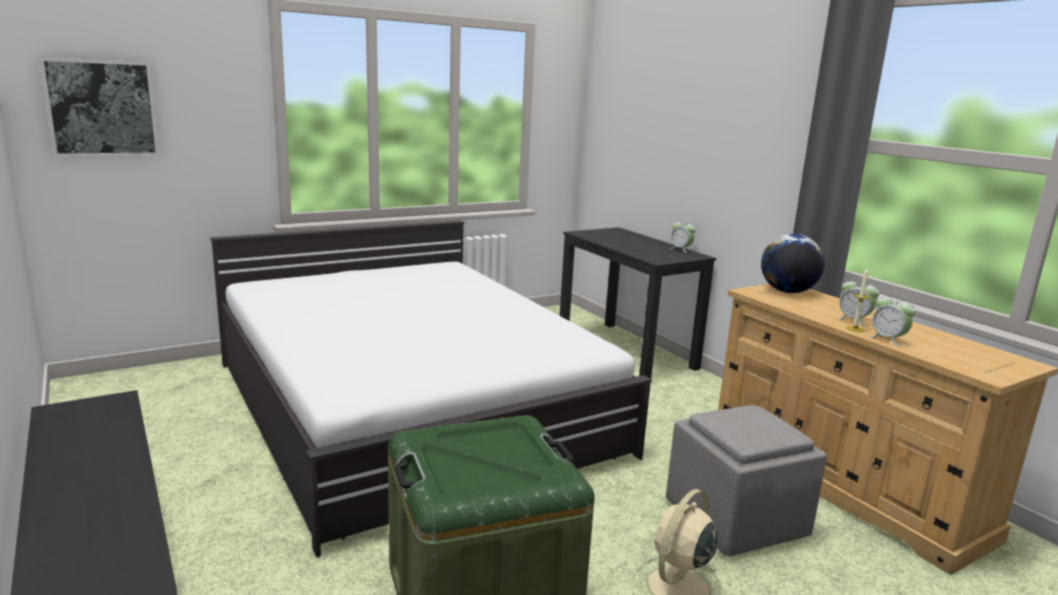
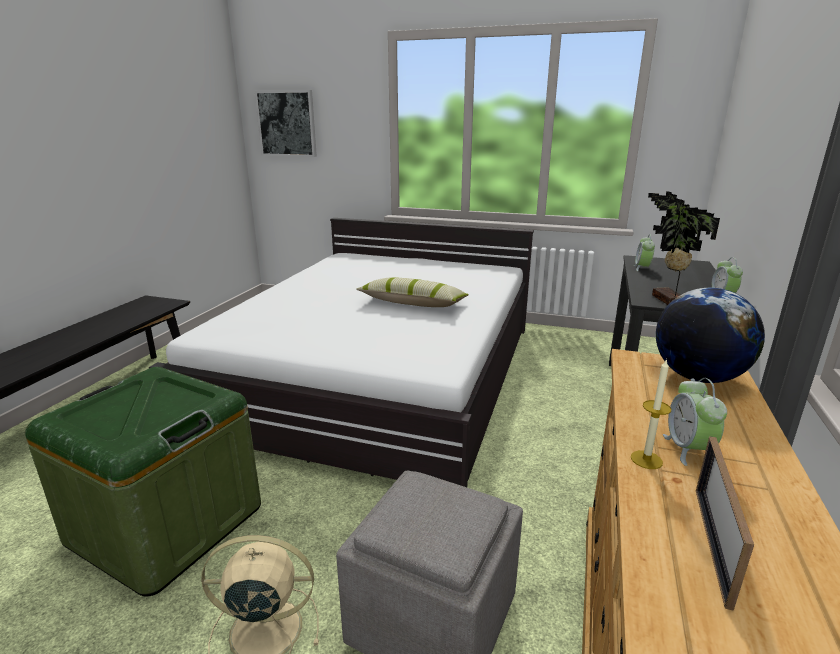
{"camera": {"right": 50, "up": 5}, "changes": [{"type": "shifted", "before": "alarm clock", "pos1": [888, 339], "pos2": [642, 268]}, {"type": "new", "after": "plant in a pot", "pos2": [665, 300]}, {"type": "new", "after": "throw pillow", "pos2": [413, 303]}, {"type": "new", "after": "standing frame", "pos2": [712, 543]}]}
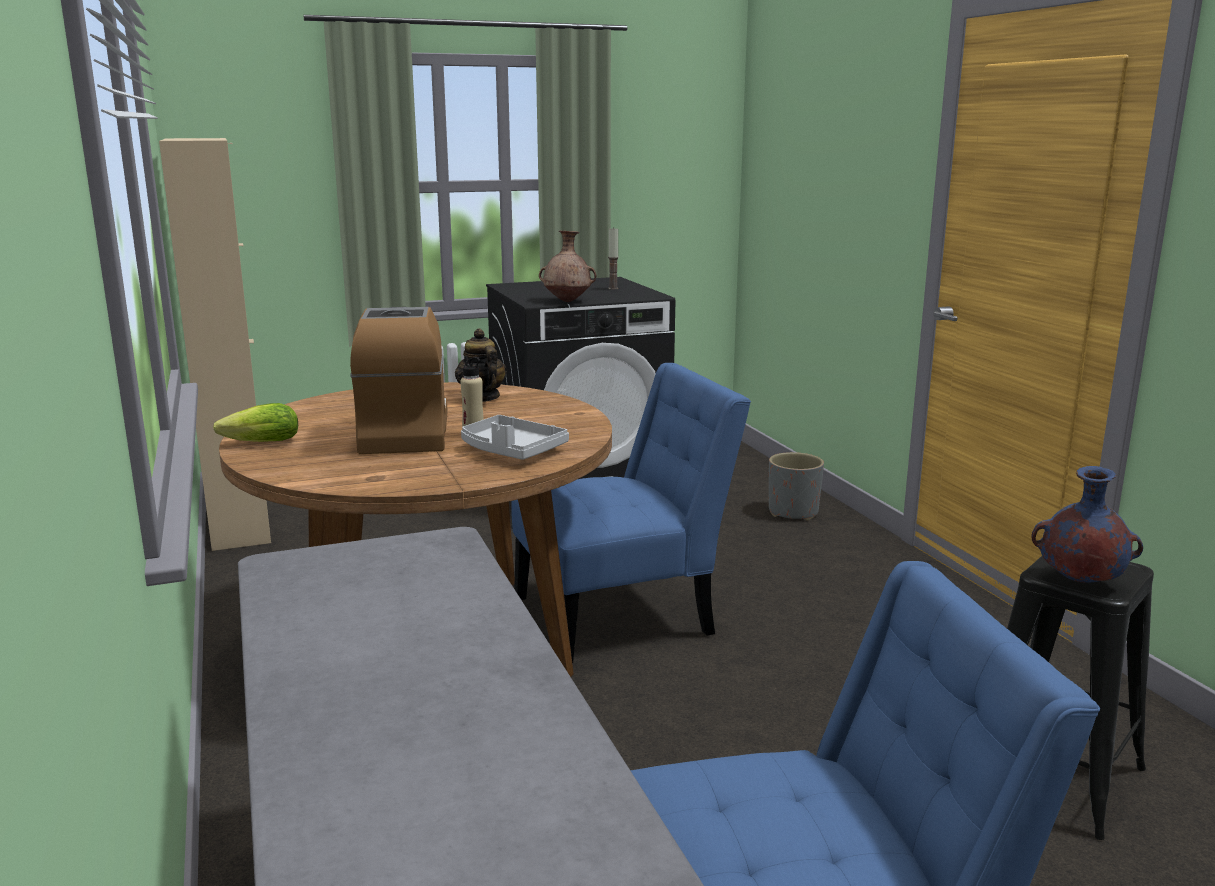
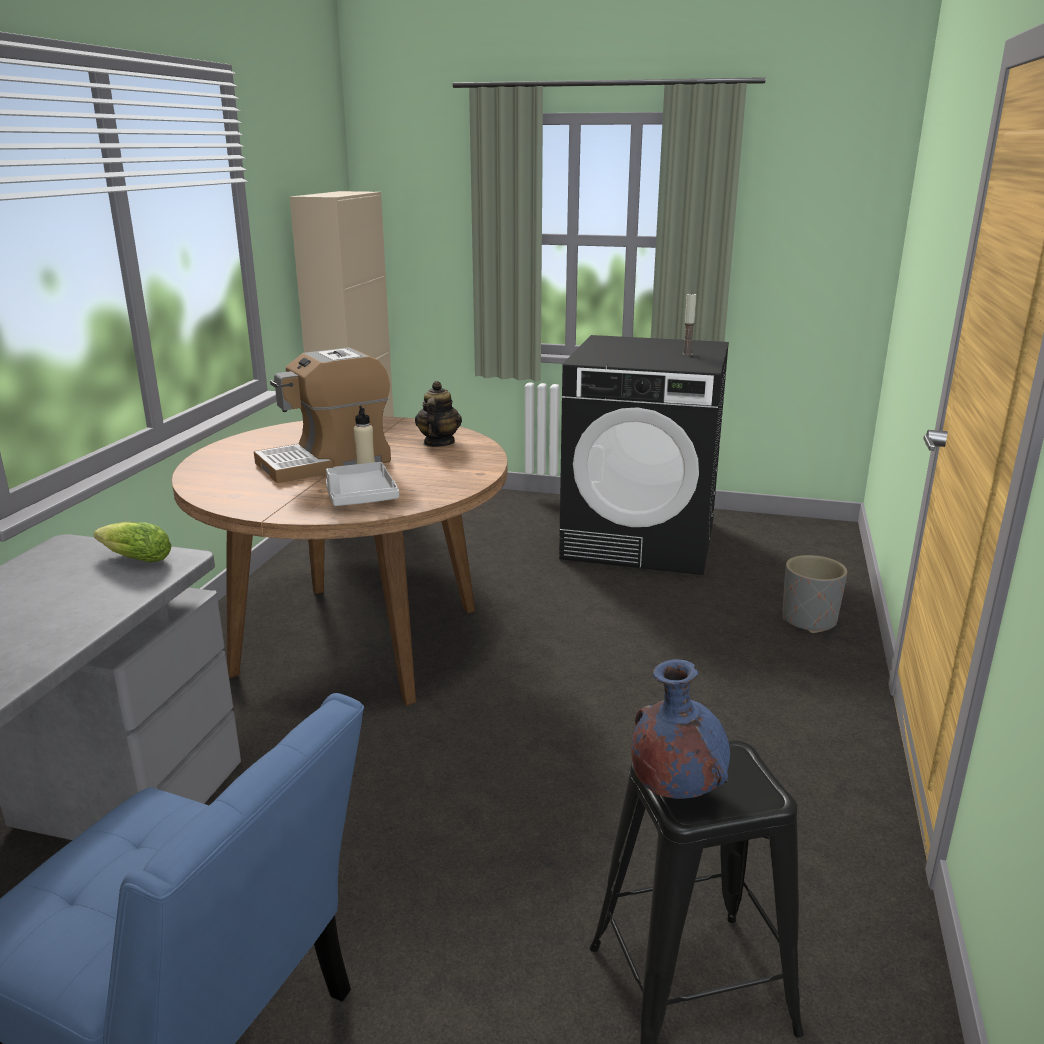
{"camera": {"right": 35, "up": 5}, "changes": [{"type": "gone", "before": "brownish flower vase", "pos1": [568, 301]}, {"type": "rotated", "before": "coffee brewer", "pos1": [405, 433], "pos2": [326, 462], "turn": -150}, {"type": "gone", "before": "bluish chair", "pos1": [623, 614]}, {"type": "shifted", "before": "lettuce", "pos1": [258, 443], "pos2": [133, 559]}]}
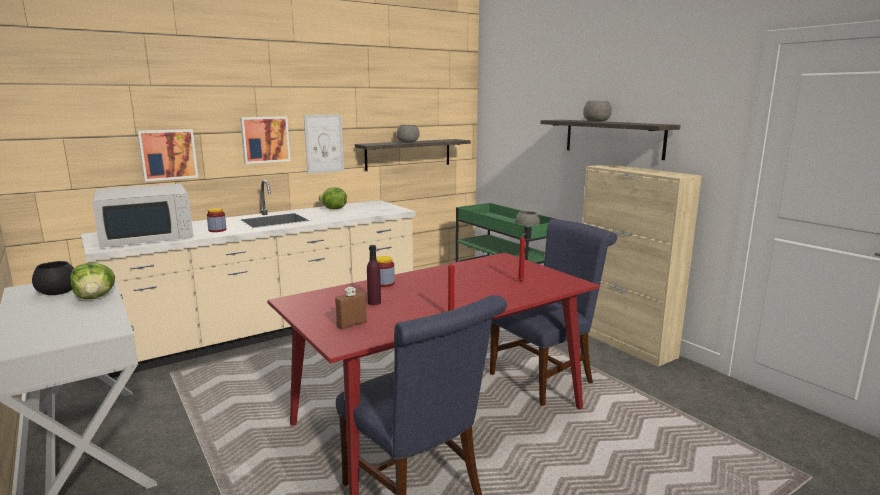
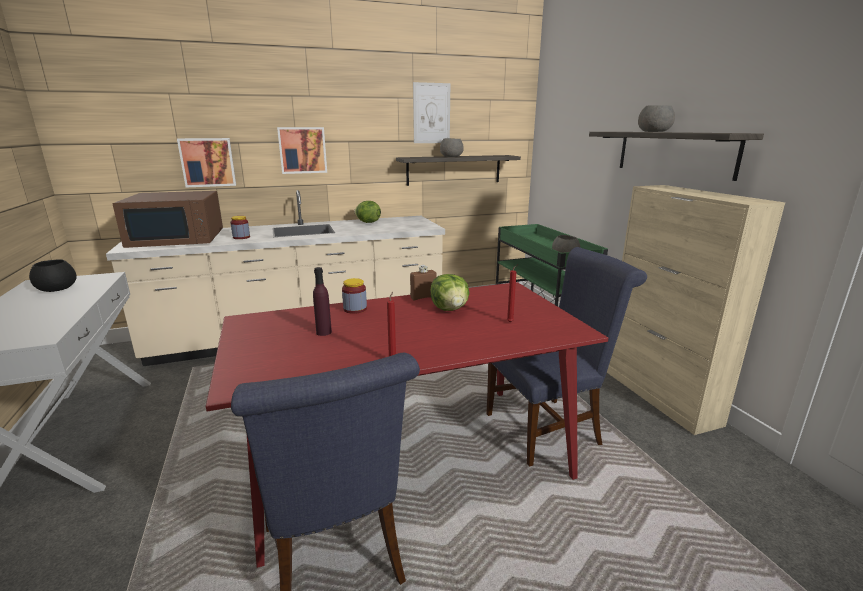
{"camera": {"right": 15, "up": 5}, "changes": [{"type": "shifted", "before": "wall art", "pos1": [324, 143], "pos2": [431, 113]}, {"type": "repainted", "before": "whitish microwave", "after": "brownish microwave", "pos1": [148, 235], "pos2": [178, 239]}, {"type": "shifted", "before": "lettuce", "pos1": [95, 297], "pos2": [450, 309]}, {"type": "shifted", "before": "brownish drink bottle", "pos1": [351, 324], "pos2": [423, 297]}]}
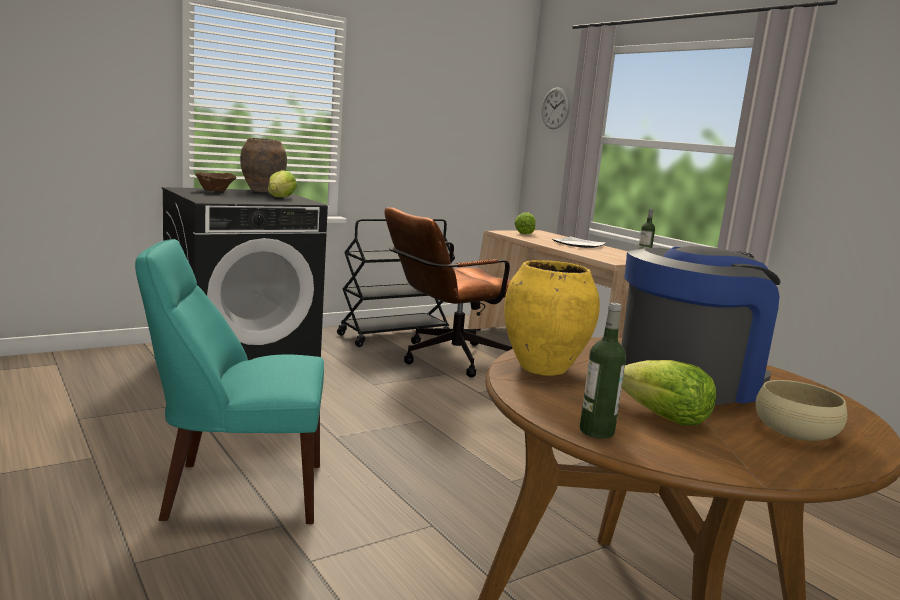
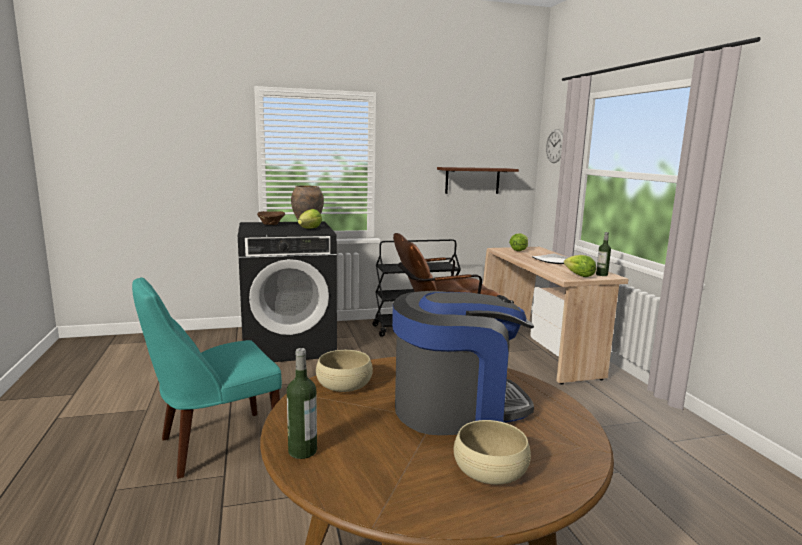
{"camera": {"right": 20, "up": 0}, "changes": [{"type": "rotated", "before": "blue-green chair", "pos1": [237, 491], "pos2": [215, 444], "turn": -45}, {"type": "swapped", "before": "yellow-coloured flower vase", "after": "beige-coloured deep dish", "pos1": [542, 368], "pos2": [344, 385]}, {"type": "shifted", "before": "lettuce", "pos1": [664, 418], "pos2": [579, 275]}, {"type": "new", "after": "brownish shelf", "pos2": [472, 180]}]}
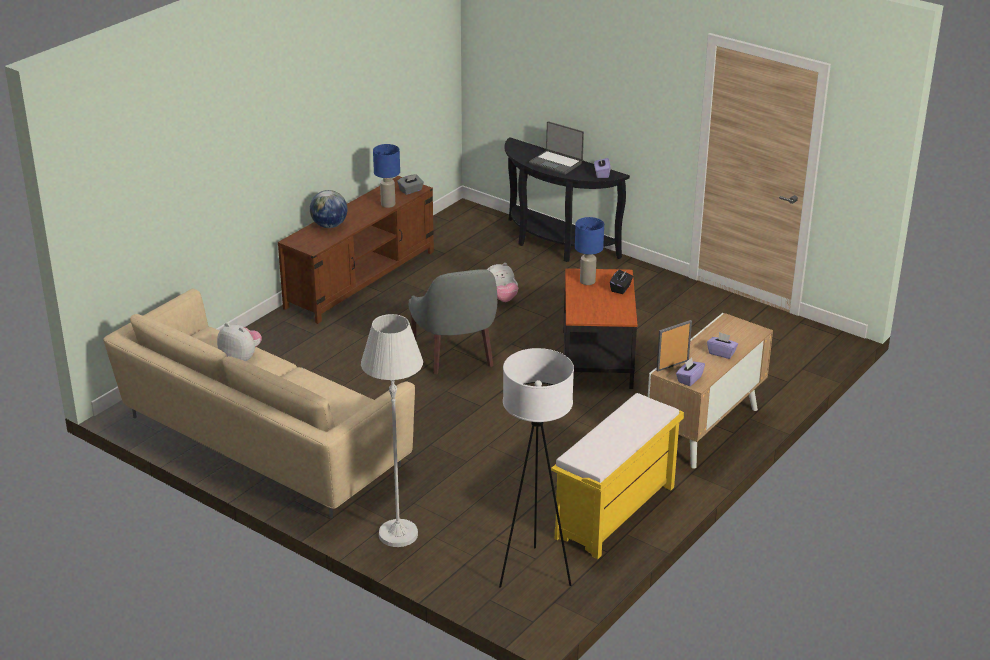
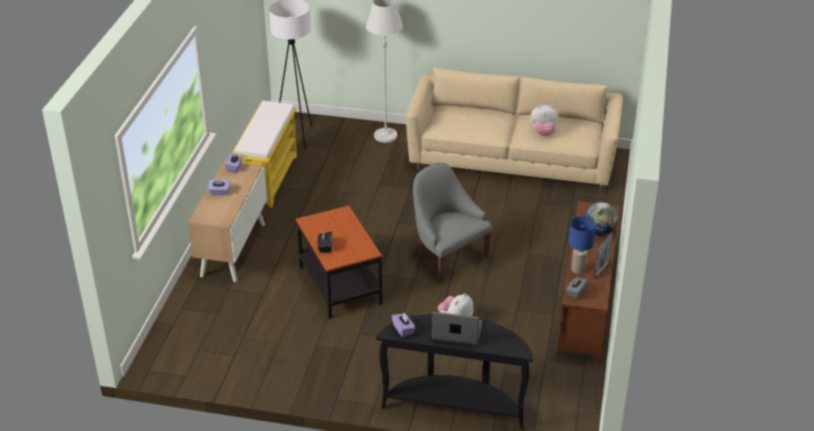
{"camera": {"right": 155, "up": 5}, "changes": [{"type": "gone", "before": "bluish table lamp", "pos1": [587, 281]}, {"type": "shifted", "before": "standing frame", "pos1": [672, 365], "pos2": [601, 270]}]}
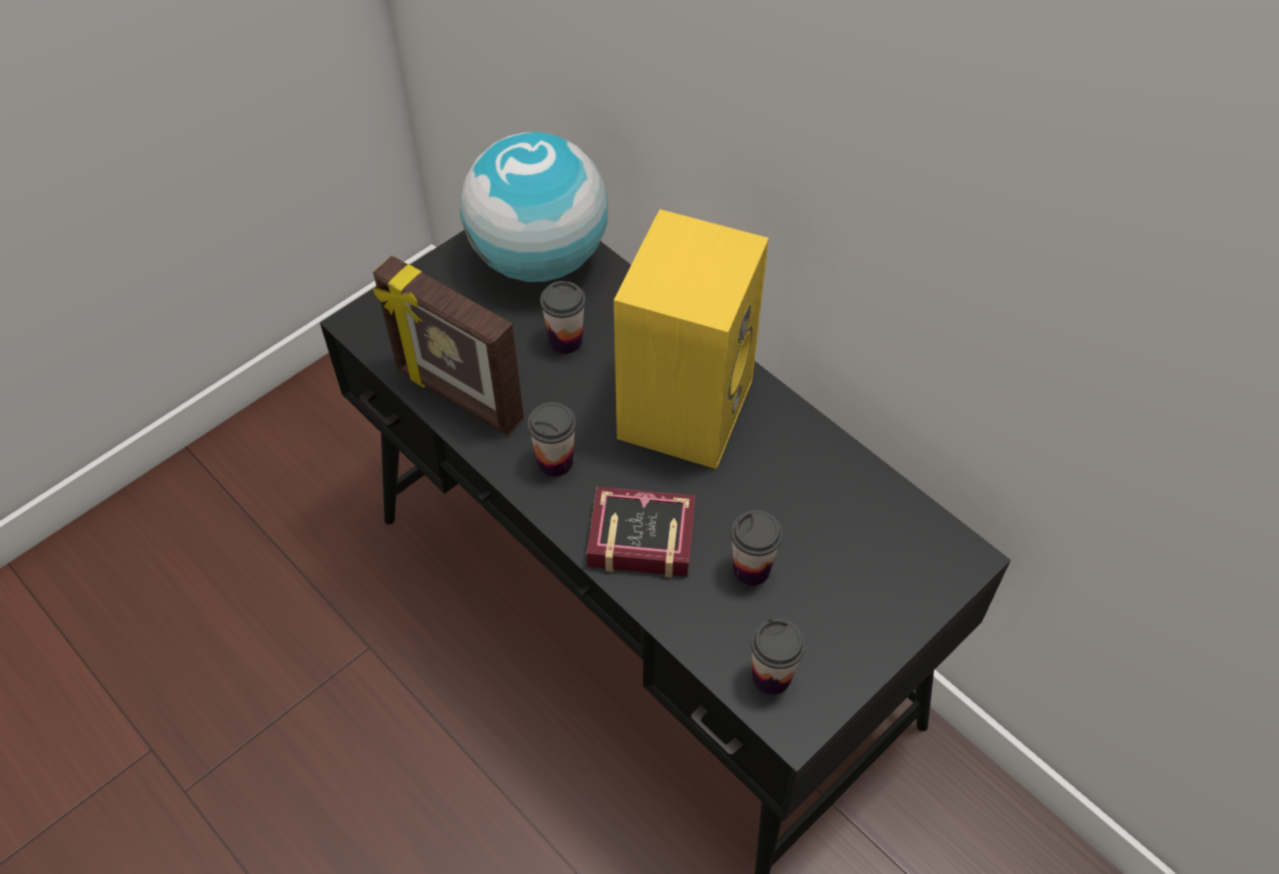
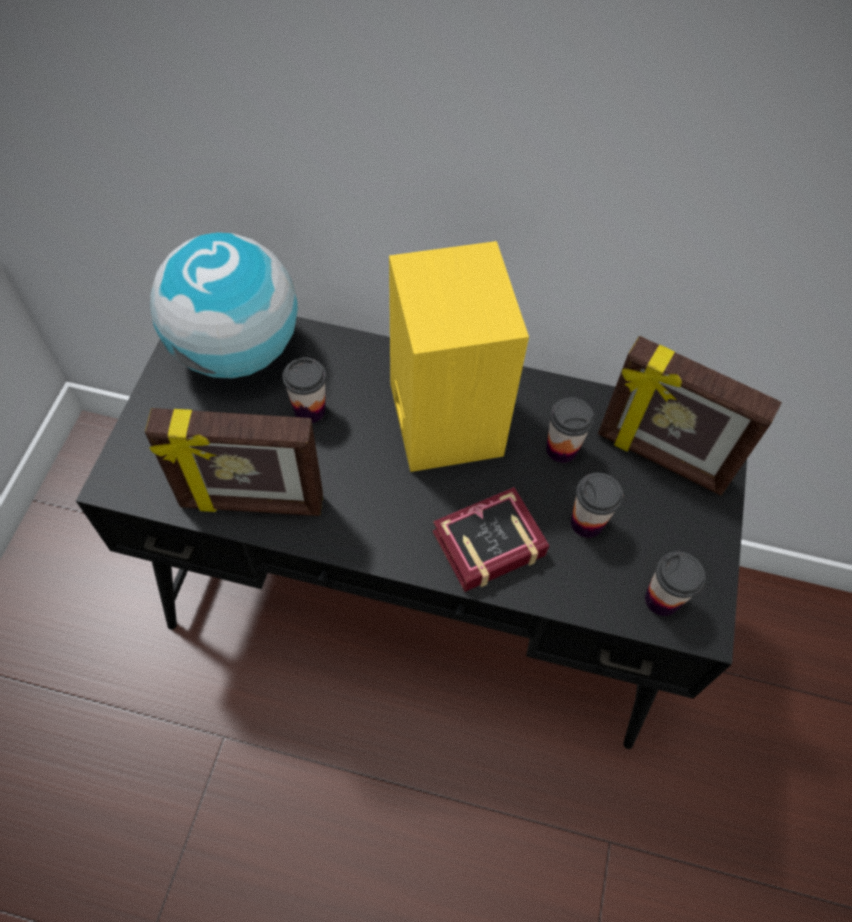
{"camera": {"right": -35, "up": 5}, "changes": [{"type": "shifted", "before": "small cup", "pos1": [555, 462], "pos2": [561, 449]}, {"type": "new", "after": "standing frame", "pos2": [661, 458]}]}
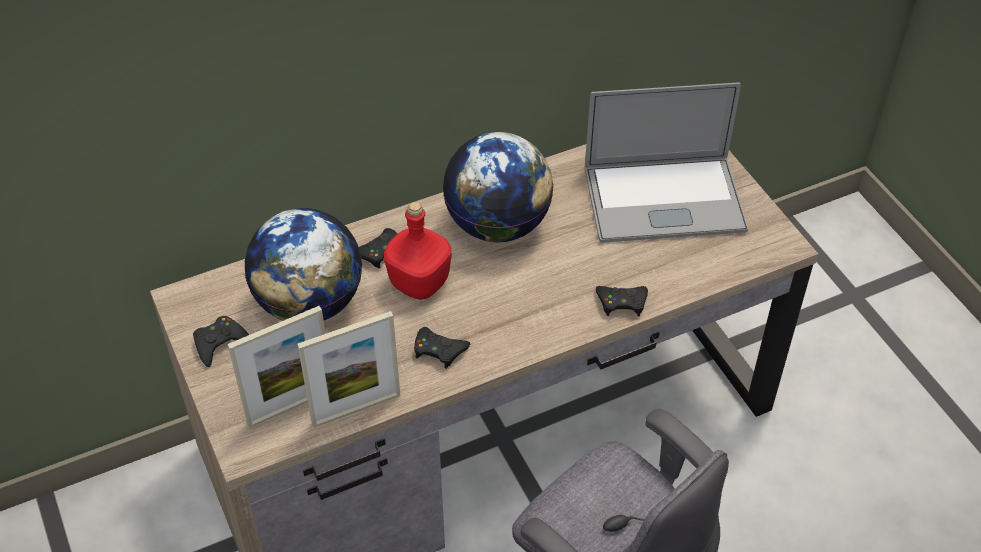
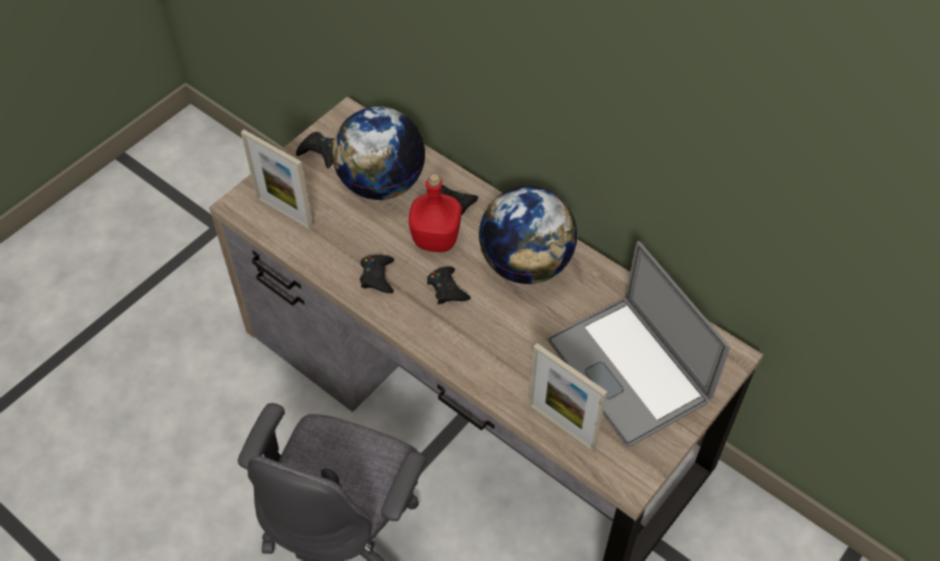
{"camera": {"right": 65, "up": 5}, "changes": [{"type": "shifted", "before": "black joypad", "pos1": [622, 302], "pos2": [447, 289]}, {"type": "shifted", "before": "standing frame", "pos1": [356, 409], "pos2": [561, 427]}]}
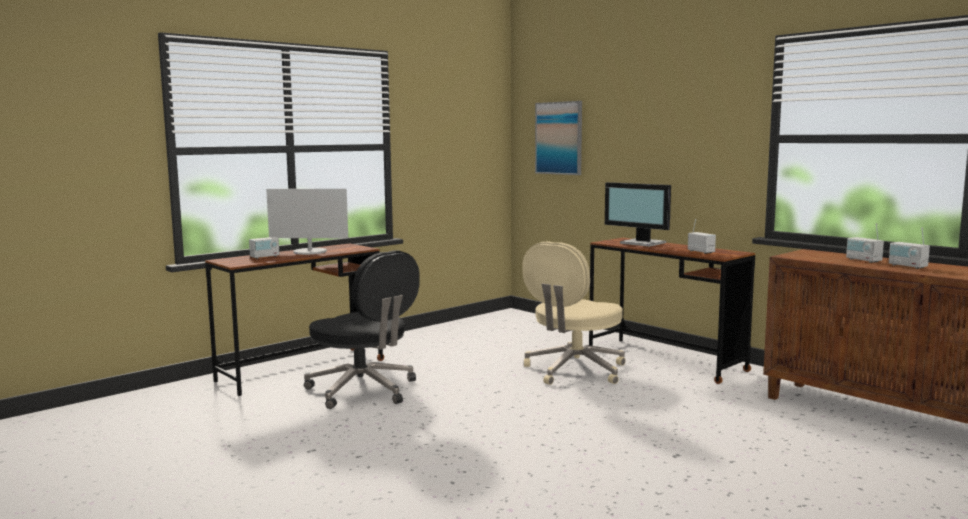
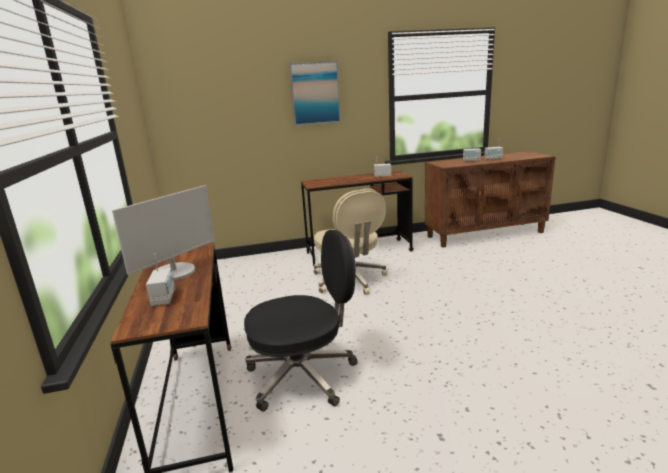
{"camera": {"right": -60, "up": 10}, "changes": [{"type": "shifted", "before": "wall art", "pos1": [559, 138], "pos2": [315, 93]}, {"type": "gone", "before": "monitor", "pos1": [642, 243]}]}
